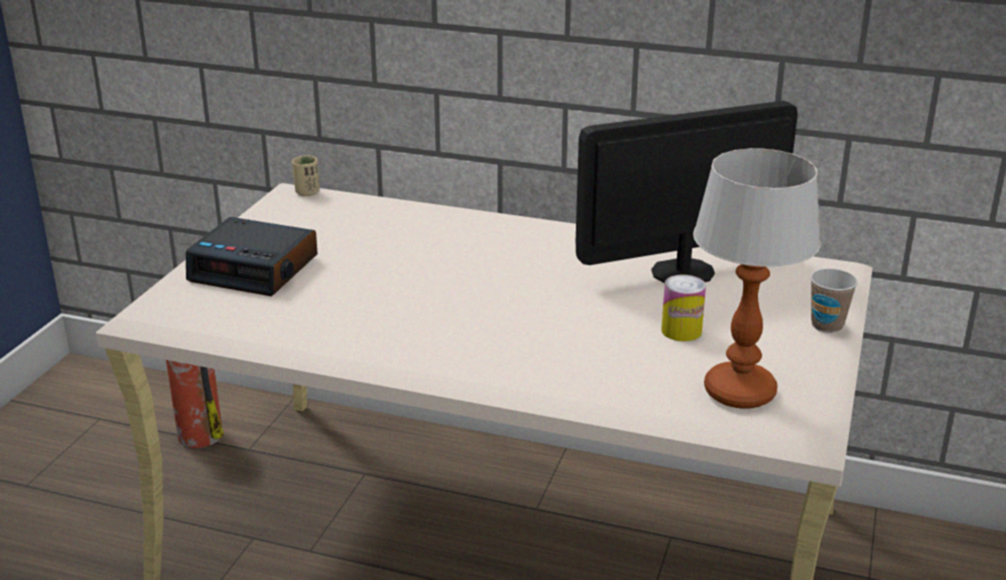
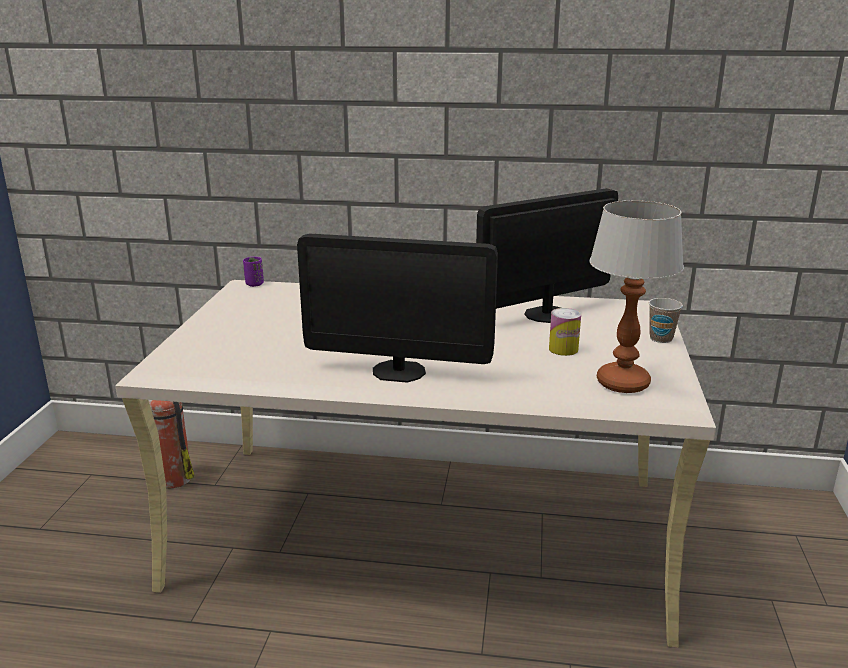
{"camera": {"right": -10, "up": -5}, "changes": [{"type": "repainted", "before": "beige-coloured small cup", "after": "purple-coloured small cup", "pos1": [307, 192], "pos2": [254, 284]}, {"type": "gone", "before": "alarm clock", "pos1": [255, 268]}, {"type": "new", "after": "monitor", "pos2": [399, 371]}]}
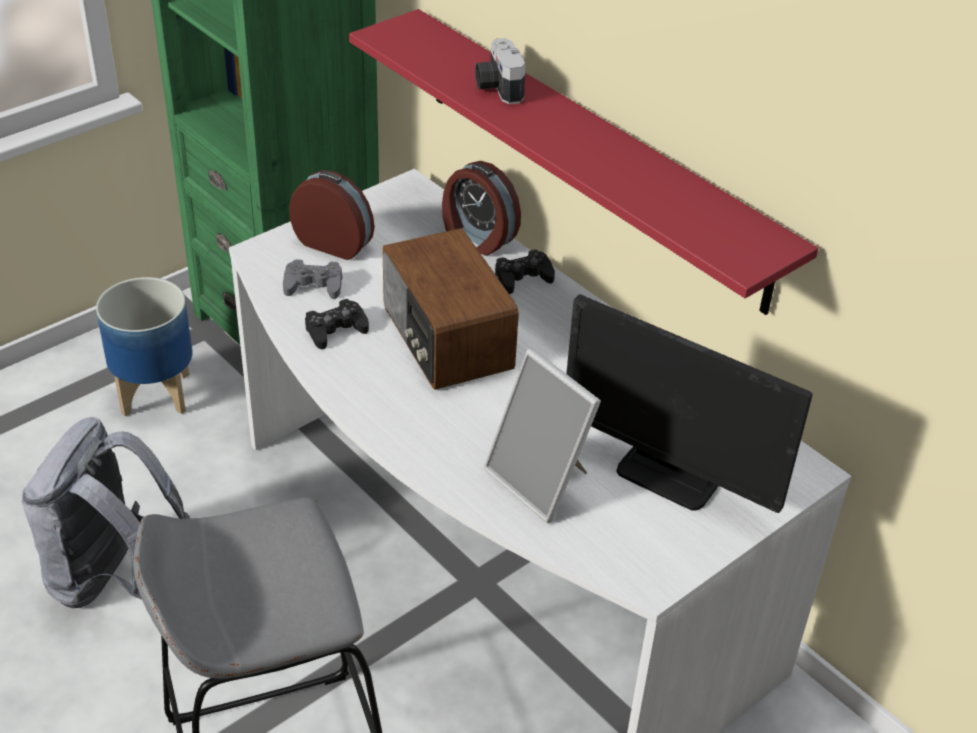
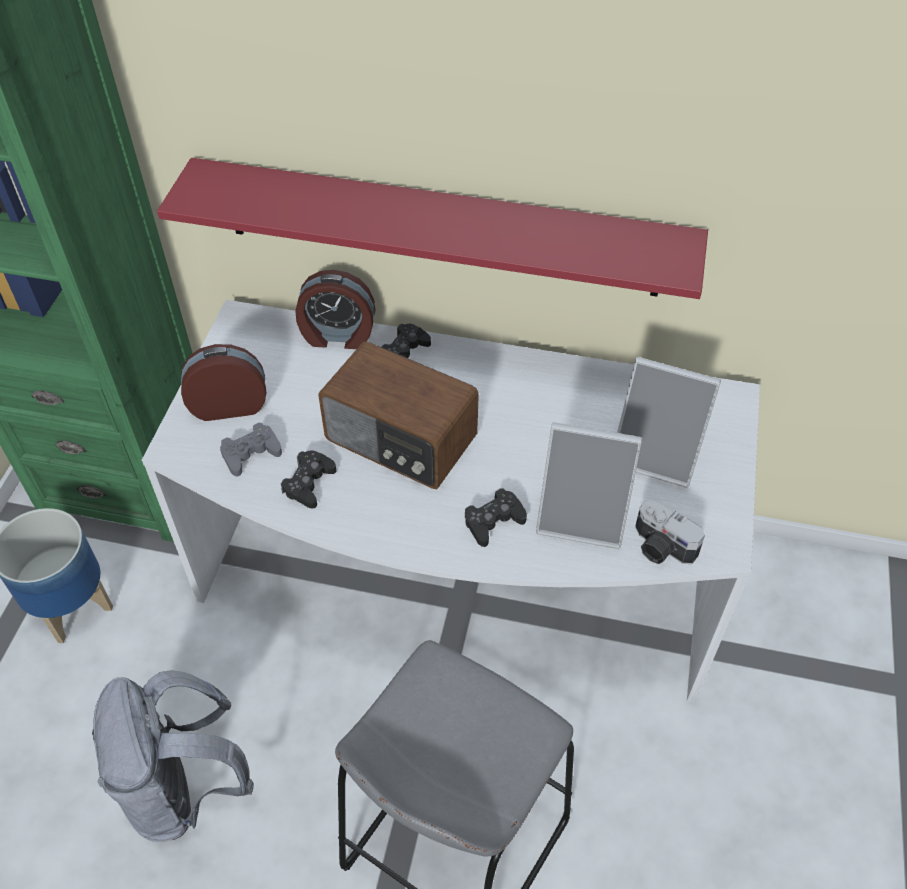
{"camera": {"right": -35, "up": 10}, "changes": [{"type": "shifted", "before": "still camera", "pos1": [497, 87], "pos2": [660, 548]}, {"type": "swapped", "before": "monitor", "after": "standing frame", "pos1": [669, 474], "pos2": [656, 455]}, {"type": "new", "after": "black joypad", "pos2": [493, 521]}]}
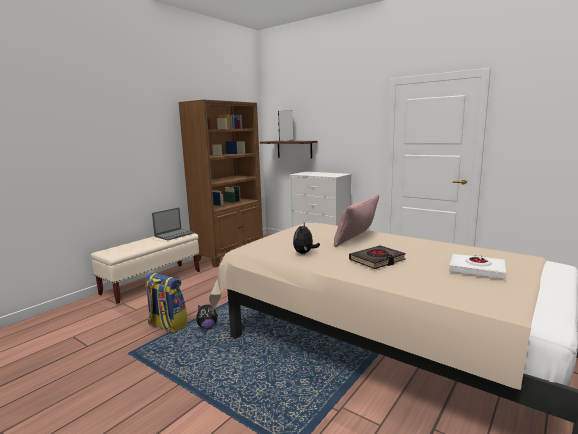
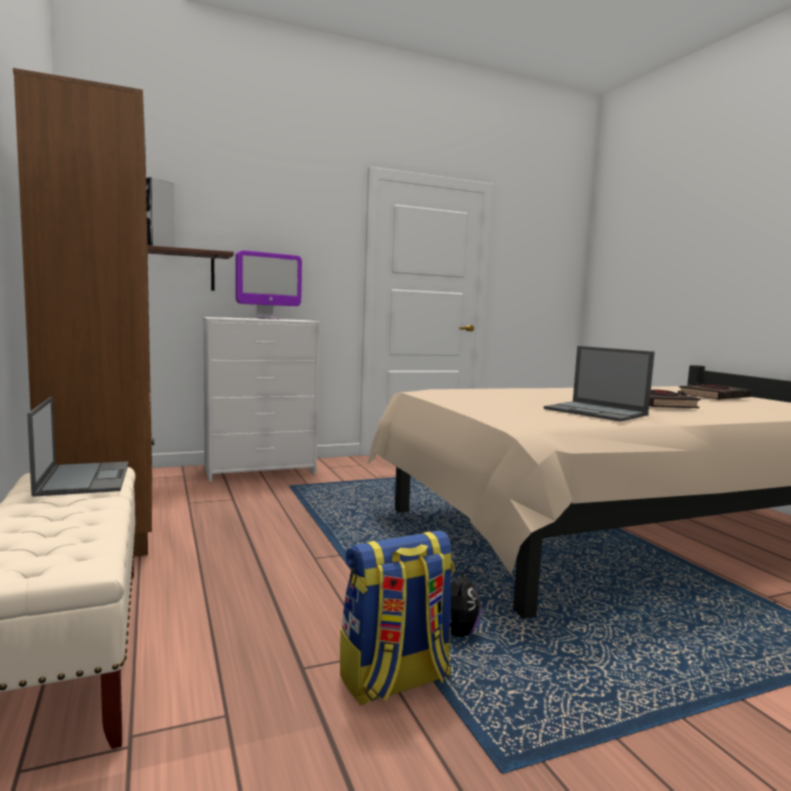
{"camera": {"right": -60, "up": -5}, "changes": [{"type": "gone", "before": "pink throw pillow", "pos1": [356, 237]}, {"type": "swapped", "before": "cuddly toy", "after": "notebook computer", "pos1": [304, 253], "pos2": [596, 412]}, {"type": "repainted", "before": "whitish volume", "after": "black volume", "pos1": [476, 270], "pos2": [713, 397]}, {"type": "new", "after": "monitor", "pos2": [268, 318]}]}
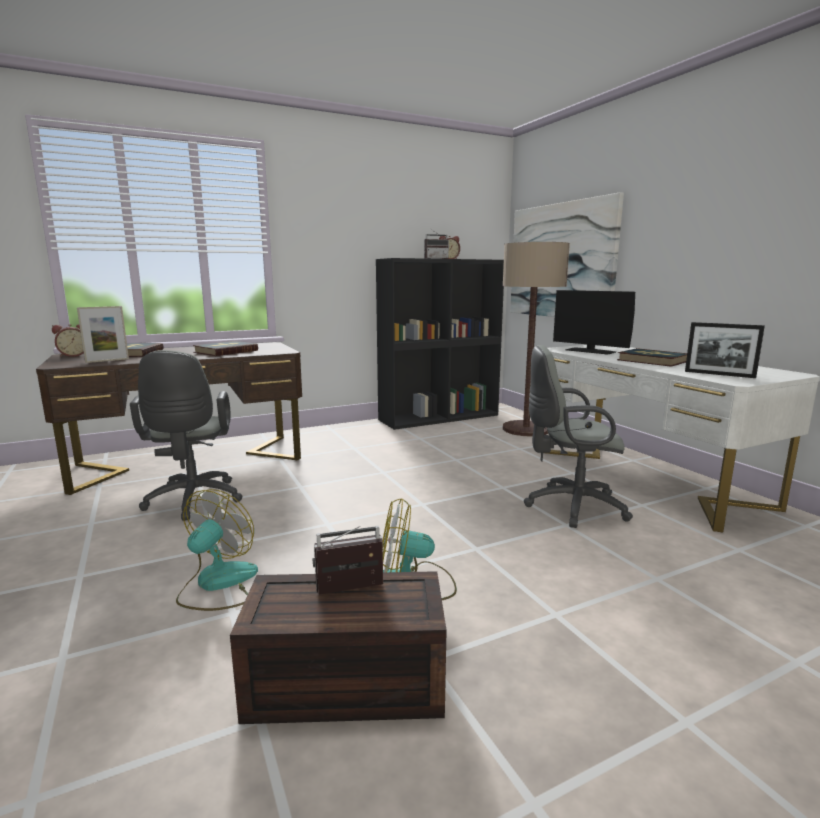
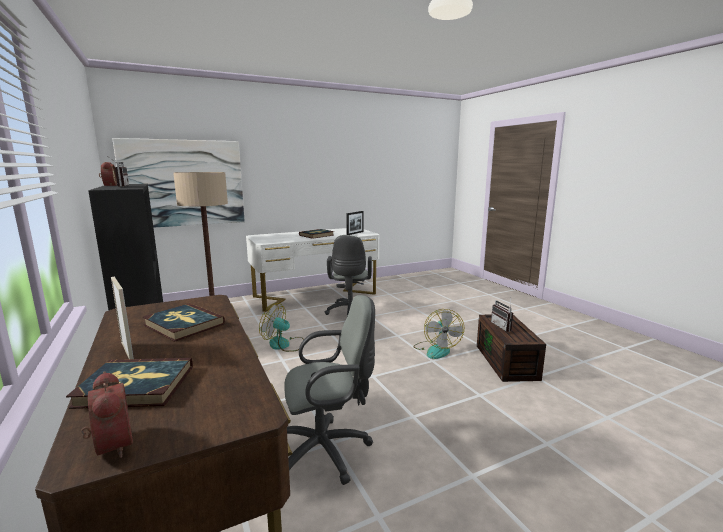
{"camera": {"right": -90, "up": 0}, "changes": [{"type": "gone", "before": "monitor", "pos1": [590, 351]}, {"type": "shifted", "before": "standing frame", "pos1": [107, 360], "pos2": [127, 351]}, {"type": "shifted", "before": "fan", "pos1": [217, 584], "pos2": [284, 345]}]}
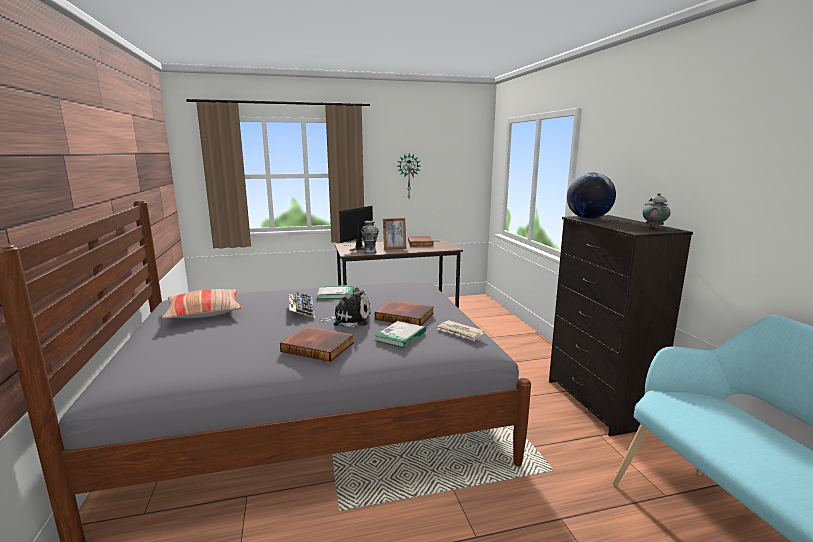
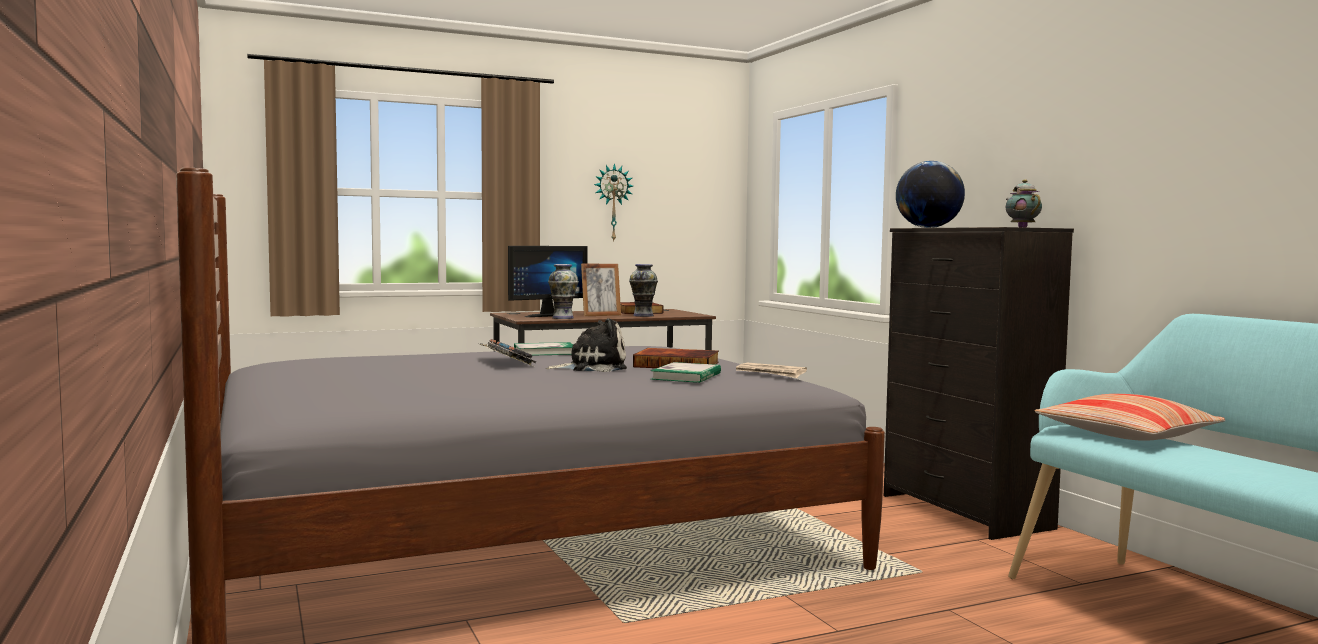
{"camera": {"right": -10, "up": -10}, "changes": [{"type": "rotated", "before": "monitor", "pos1": [361, 248], "pos2": [544, 315], "turn": -150}, {"type": "shifted", "before": "throw pillow", "pos1": [204, 312], "pos2": [1126, 435]}, {"type": "gone", "before": "volume", "pos1": [319, 346]}, {"type": "new", "after": "flower vase", "pos2": [643, 315]}]}
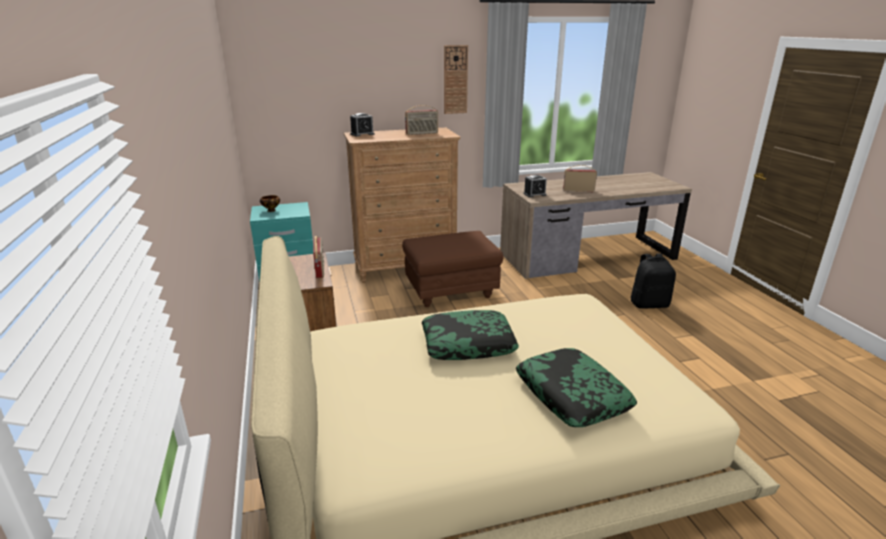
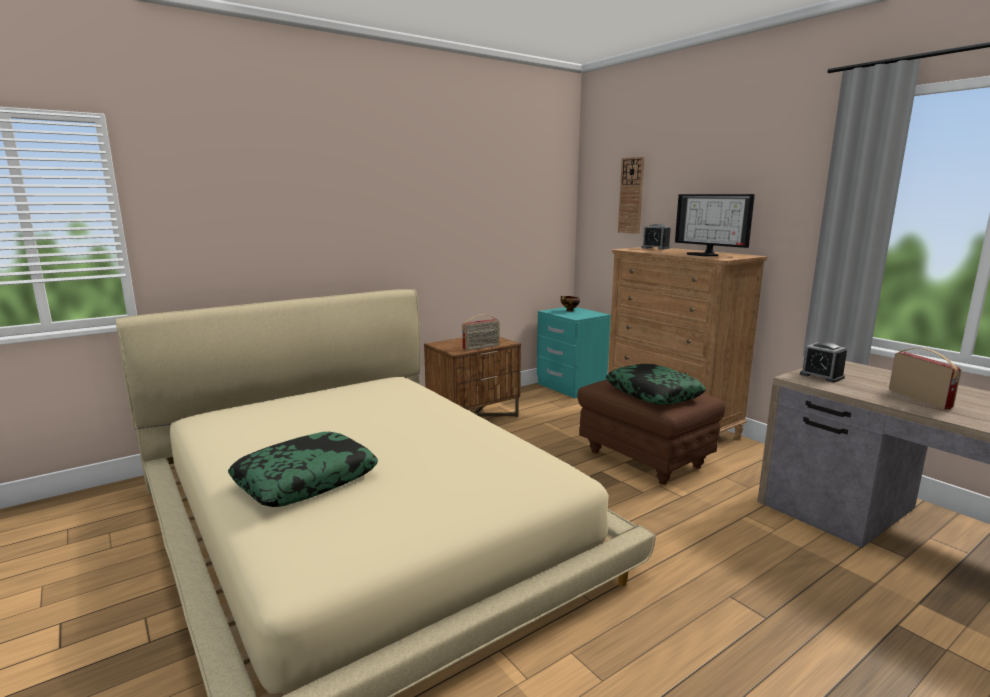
{"camera": {"right": 70, "up": -10}, "changes": [{"type": "shifted", "before": "clock on the wall", "pos1": [455, 80], "pos2": [631, 195]}, {"type": "swapped", "before": "radio set", "after": "monitor", "pos1": [422, 134], "pos2": [704, 254]}, {"type": "gone", "before": "black knapsack", "pos1": [649, 304]}, {"type": "shifted", "before": "throw pillow", "pos1": [467, 344], "pos2": [652, 393]}]}
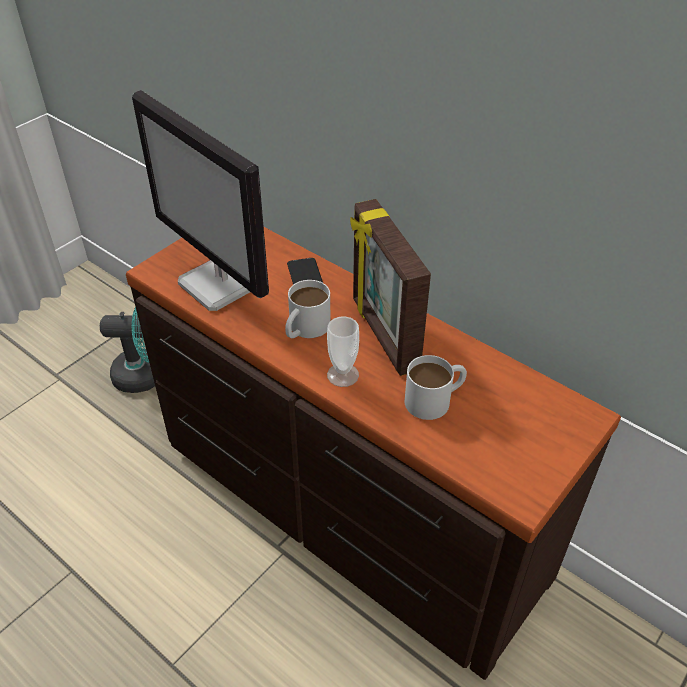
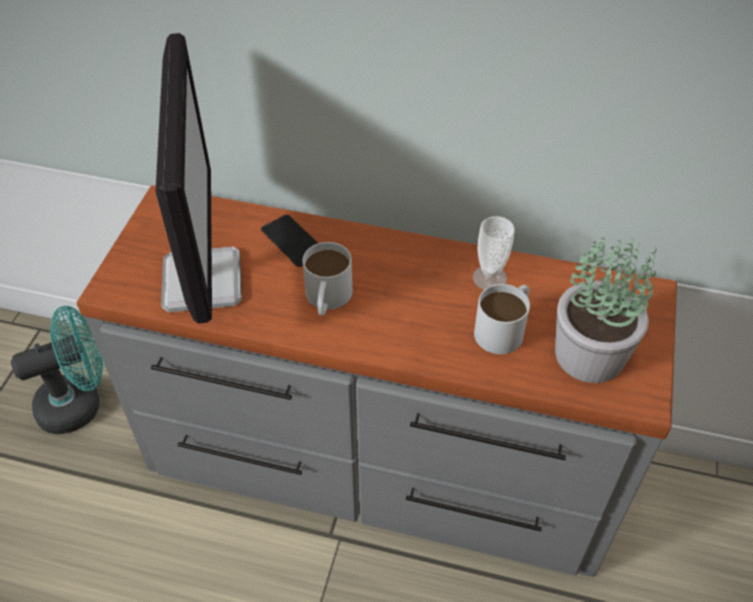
{"camera": {"right": -25, "up": 5}, "changes": [{"type": "rotated", "before": "monitor", "pos1": [221, 284], "pos2": [201, 279], "turn": -120}, {"type": "gone", "before": "standing frame", "pos1": [383, 334]}, {"type": "repainted", "before": "brownish drawer chest", "after": "gray drawer chest", "pos1": [345, 507], "pos2": [377, 465]}, {"type": "shifted", "before": "small cup", "pos1": [343, 375], "pos2": [489, 278]}, {"type": "new", "after": "plant in a pot", "pos2": [590, 355]}]}
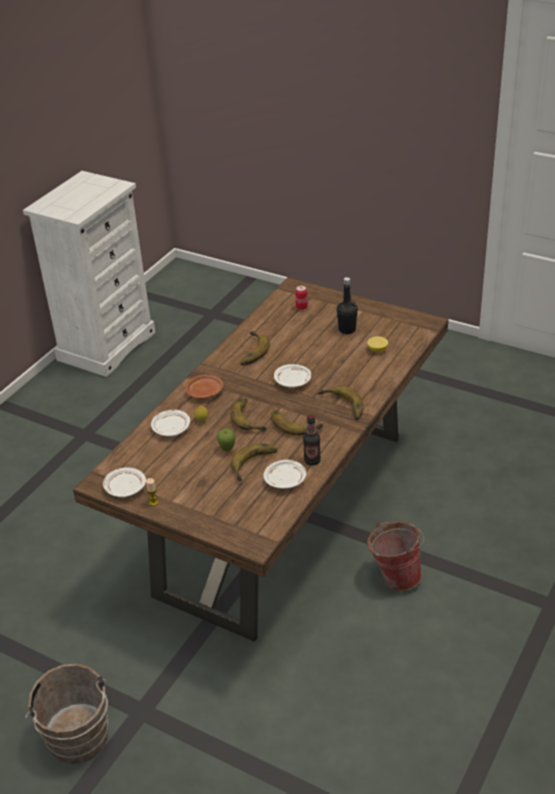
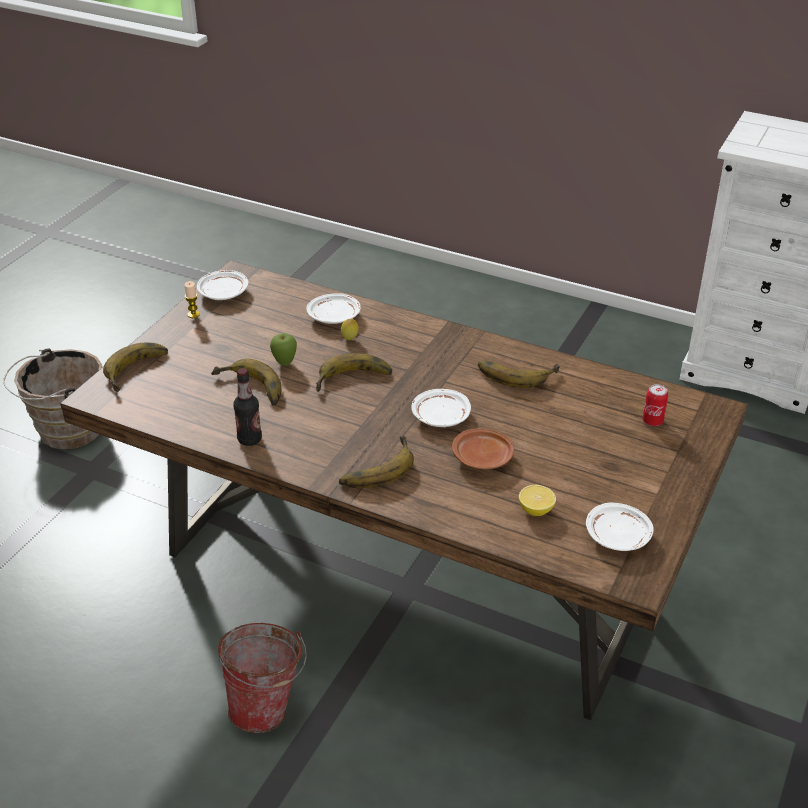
{"camera": {"right": 85, "up": 0}, "changes": [{"type": "gone", "before": "black drink bottle", "pos1": [347, 330]}, {"type": "shifted", "before": "brownish flat dish", "pos1": [205, 392], "pos2": [483, 458]}, {"type": "shifted", "before": "banana fruit", "pos1": [295, 423], "pos2": [139, 371]}, {"type": "shifted", "before": "whitish flat dish", "pos1": [285, 480], "pos2": [618, 536]}]}
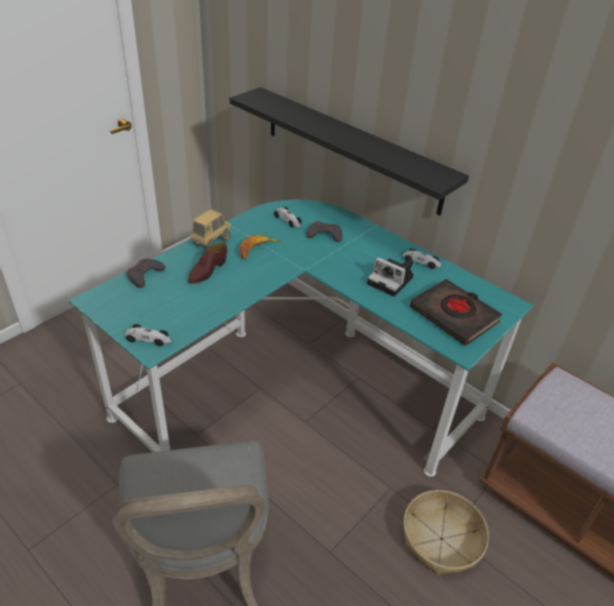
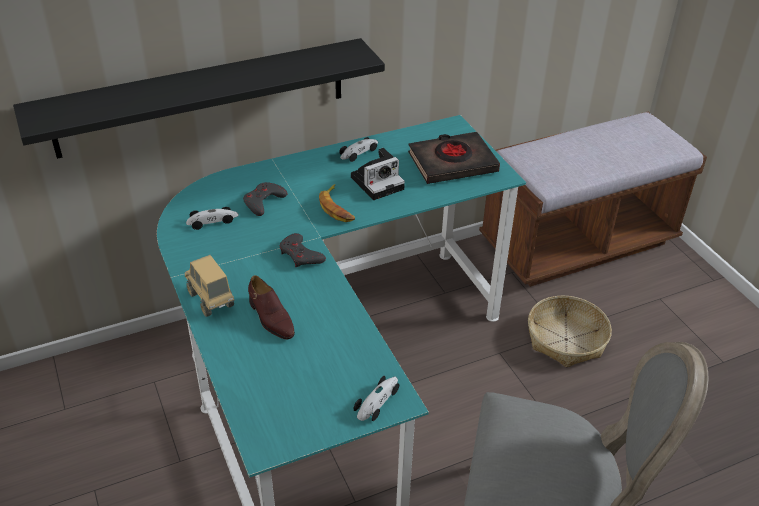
{"camera": {"right": -65, "up": 0}, "changes": [{"type": "shifted", "before": "banana fruit", "pos1": [257, 250], "pos2": [337, 208]}, {"type": "shifted", "before": "gray joypad", "pos1": [144, 275], "pos2": [300, 255]}]}
